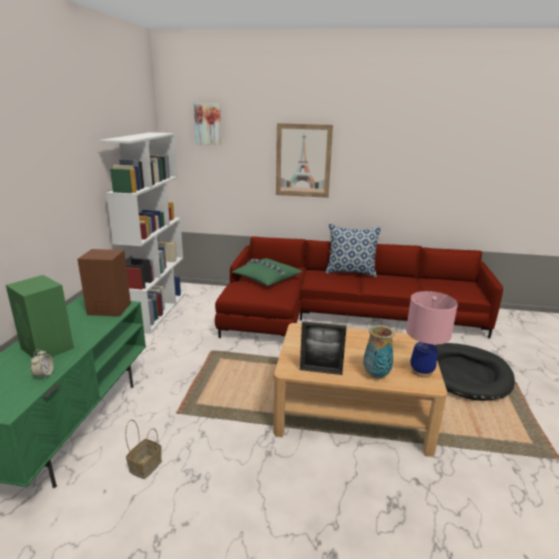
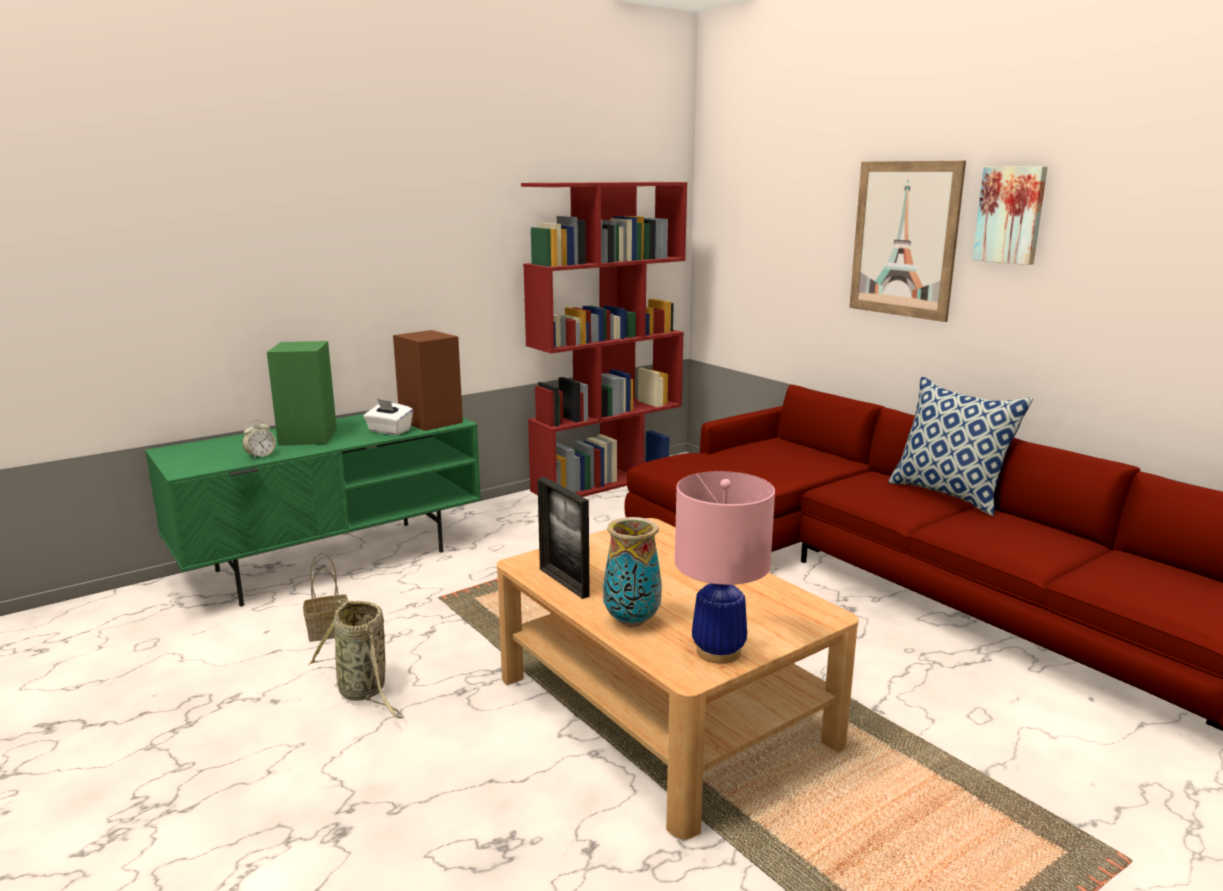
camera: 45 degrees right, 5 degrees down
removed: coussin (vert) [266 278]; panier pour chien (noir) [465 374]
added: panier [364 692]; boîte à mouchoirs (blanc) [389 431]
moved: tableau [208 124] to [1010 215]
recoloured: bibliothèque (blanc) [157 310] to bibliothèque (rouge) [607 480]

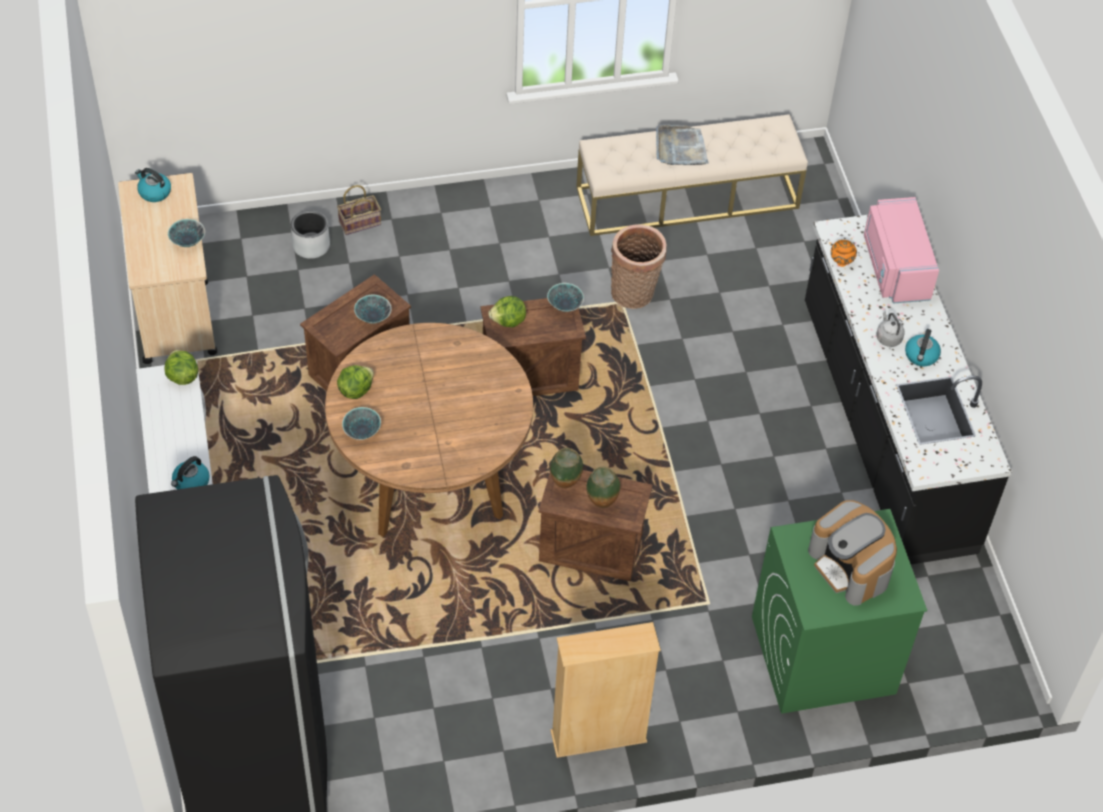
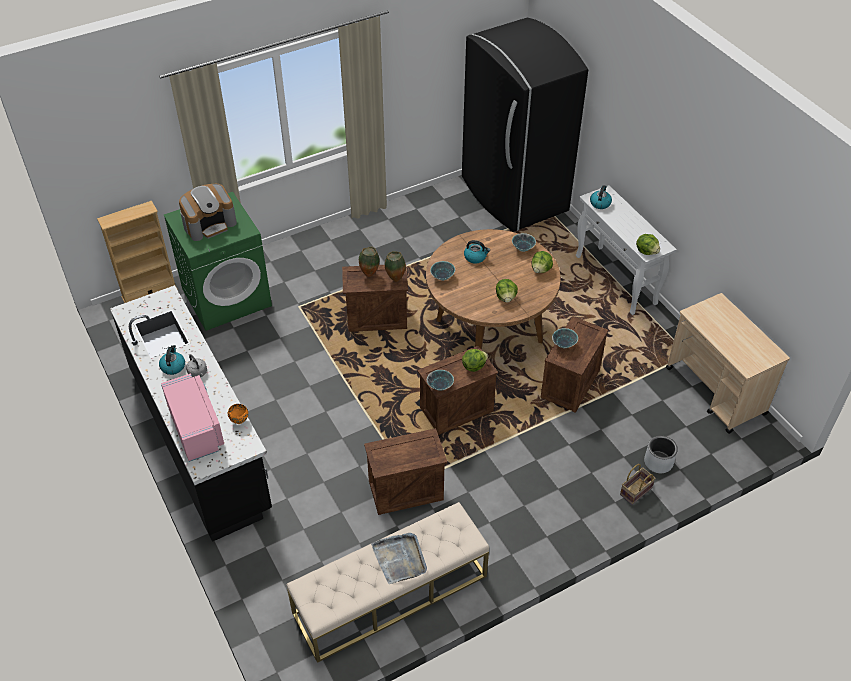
camera: 165 degrees right, 5 degrees down
added: laitue [506 297]
moved: bouilloire [154 192] to [475 257]; bol [187 242] to [442 277]; bibliothèque (beige) [598 737] to [149 293]
replaced: panier [634 294] to caisse [405 491]
turned: machine à café [850 567] = [209 224] 105 degrees clockwise

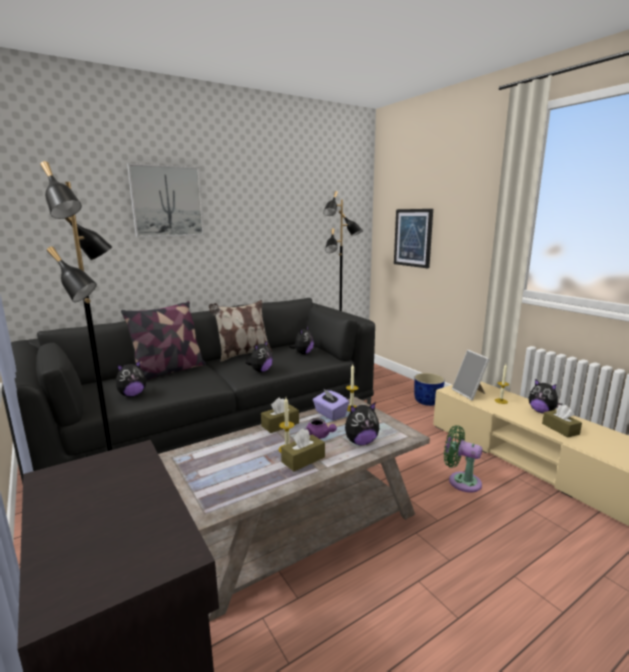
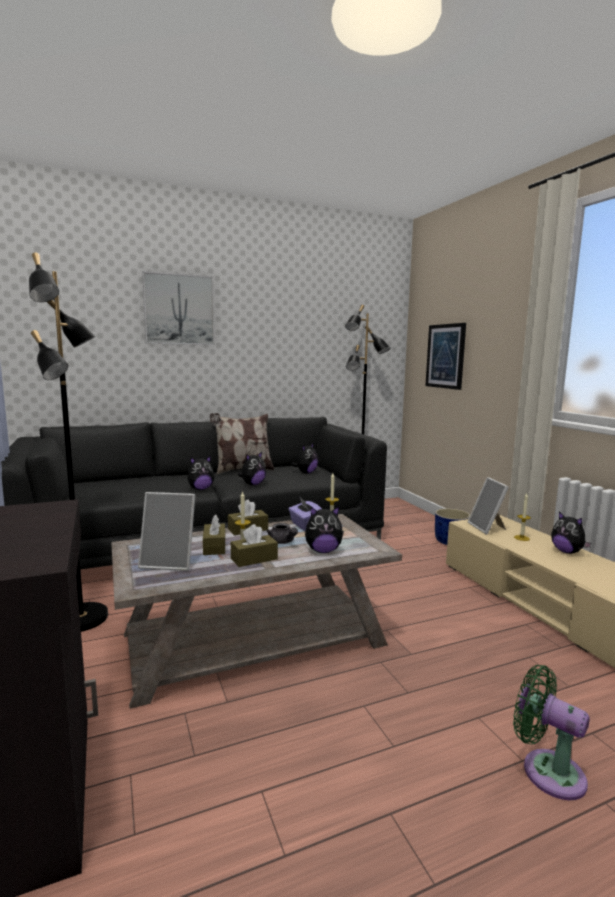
camera: 10 degrees right, 5 degrees down
removed: coussin [169 371]
added: cadre photo [170 562]
moved: peluche [132 395] to [200 489]; ventilateur (vert) [461 481] to [547 770]; boîte à mouchoirs (marron) [560 429] to [214 546]
recoloured: théière (violet) [319 436] to théière (gris) [282 542]

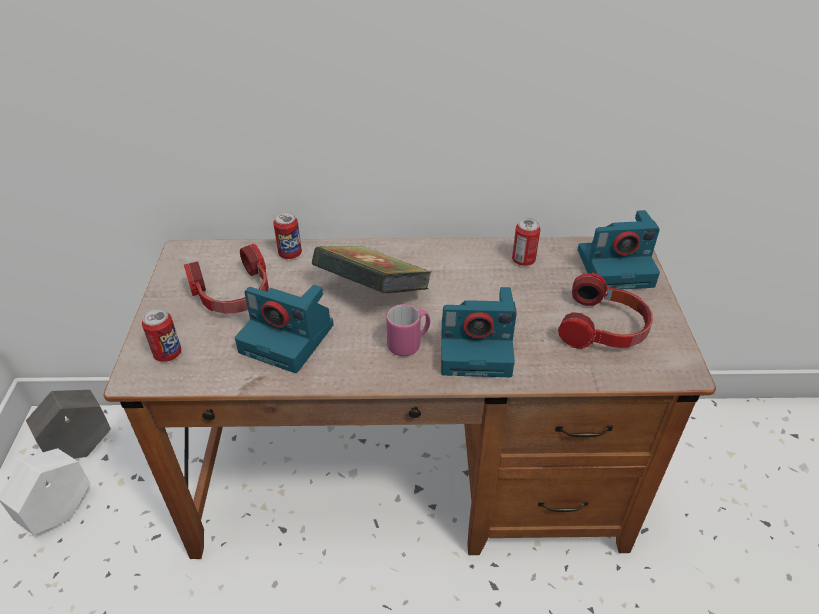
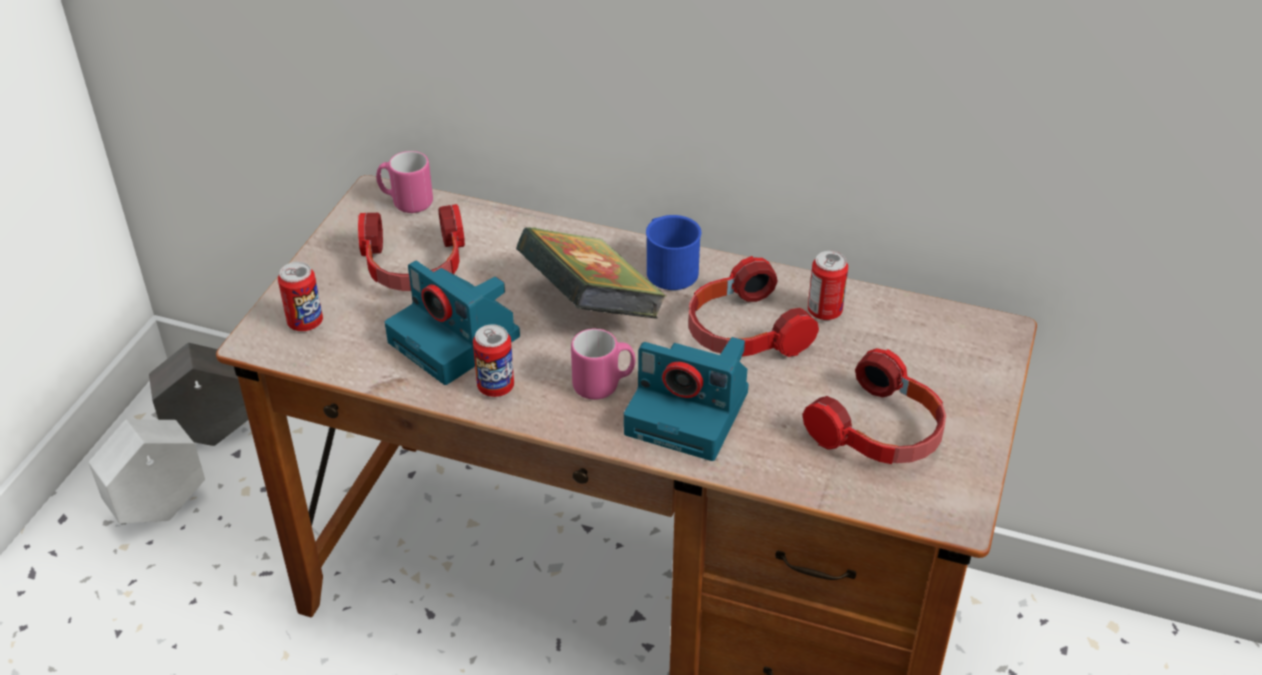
camera: 20 degrees right, 0 degrees up
removed: appareil photo [616 267]
added: mug (rose) [406 202]; mug (bleu) [668 268]; casque audio [743 332]
moved: boîte métallique [290 254] to [495 387]

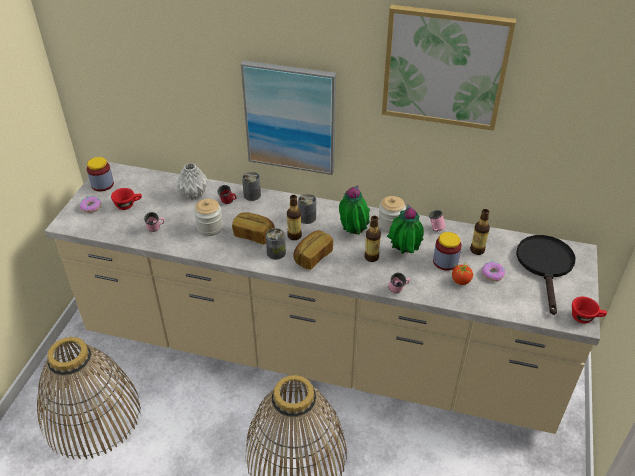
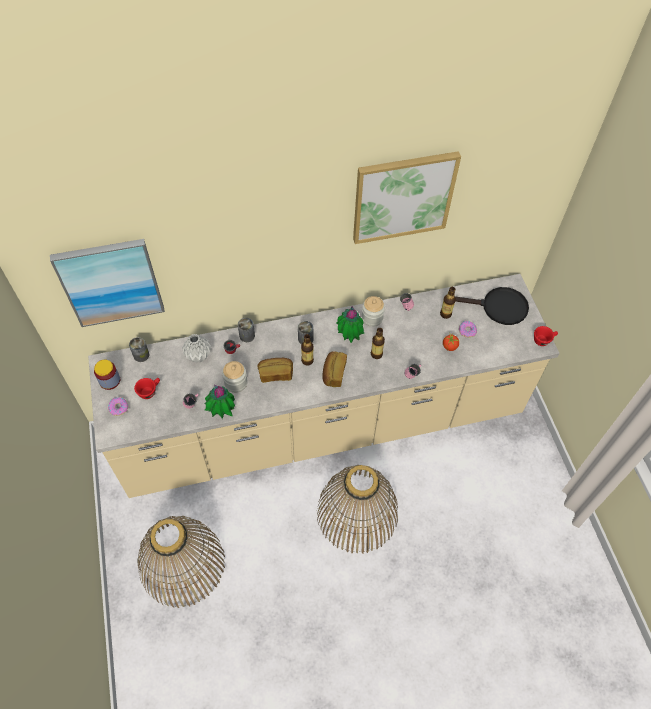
camera: 30 degrees left, 15 degrees up
removed: bocal [445 262]
moved: tableau [290 117] to [110 282]; boîte métallique [276 253] to [141 355]; plante en pot [403 253] to [222 414]
turned: poêle (noir) [545 266] = [497 307] 120 degrees clockwise

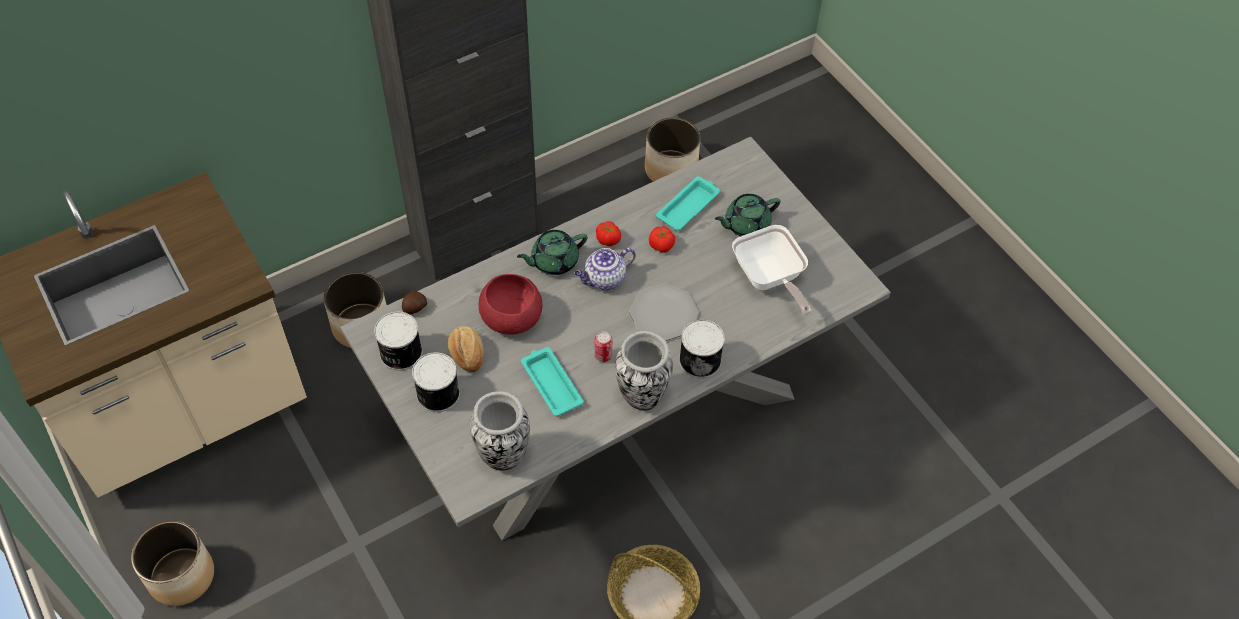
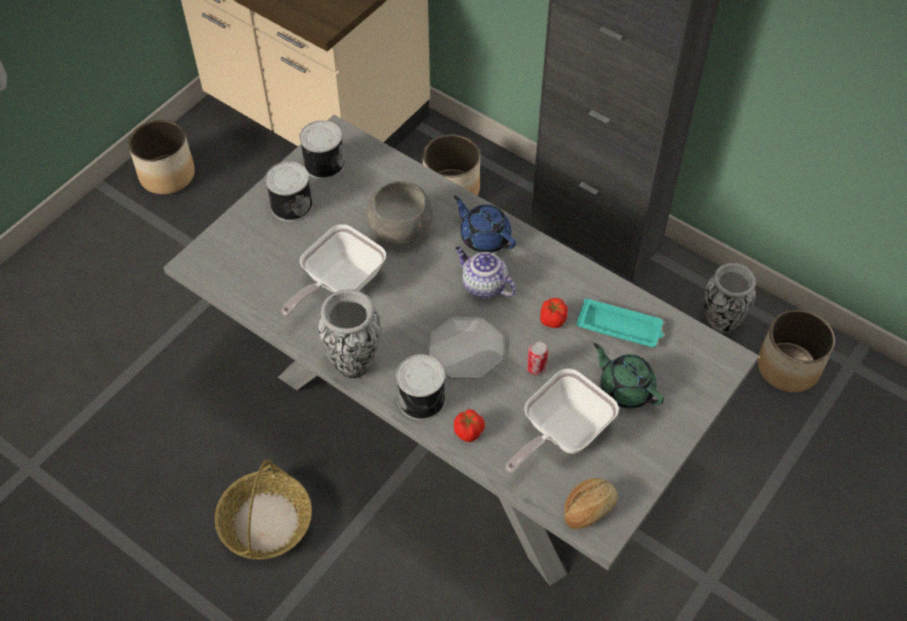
camera: 70 degrees right, 0 degrees up
removed: pomme de terre [414 308]
moved: pain [466 354] to [588 508]; vase [503 457] to [720 322]; boîte métallique [603 356] to [536 368]; tomate [608 240] to [469 431]
replaced: plateau (turquoise) [551 383] to poêle [338 284]
recoloured: bol (rouge) [512 317] to bol (gris) [401 229]; théière (vert) [553 261] to théière (bleu) [484 237]

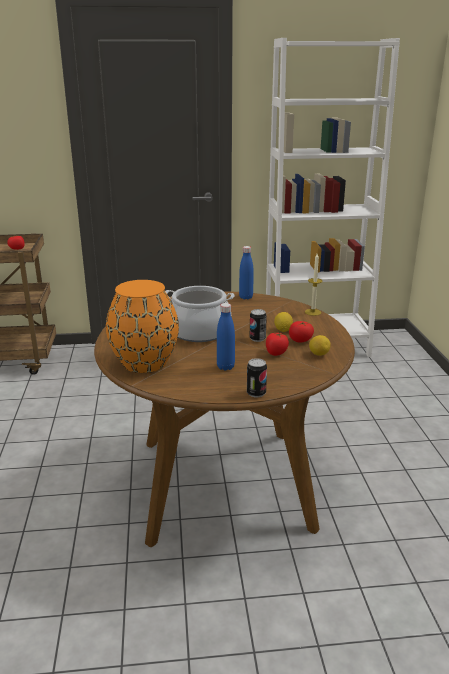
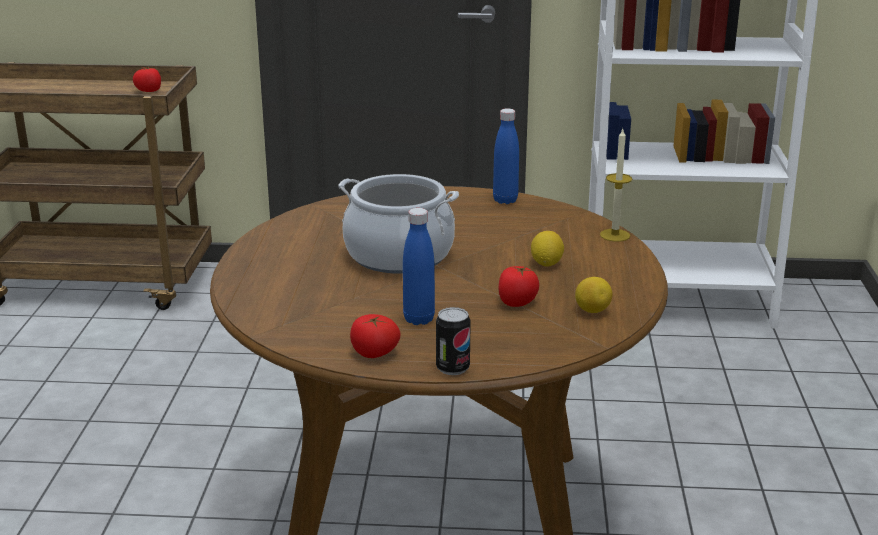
camera: 10 degrees right, 0 degrees up
removed: vase (orange) [145 363]; boîte métallique [257 339]
moved: tomate [300 340] to [374 353]

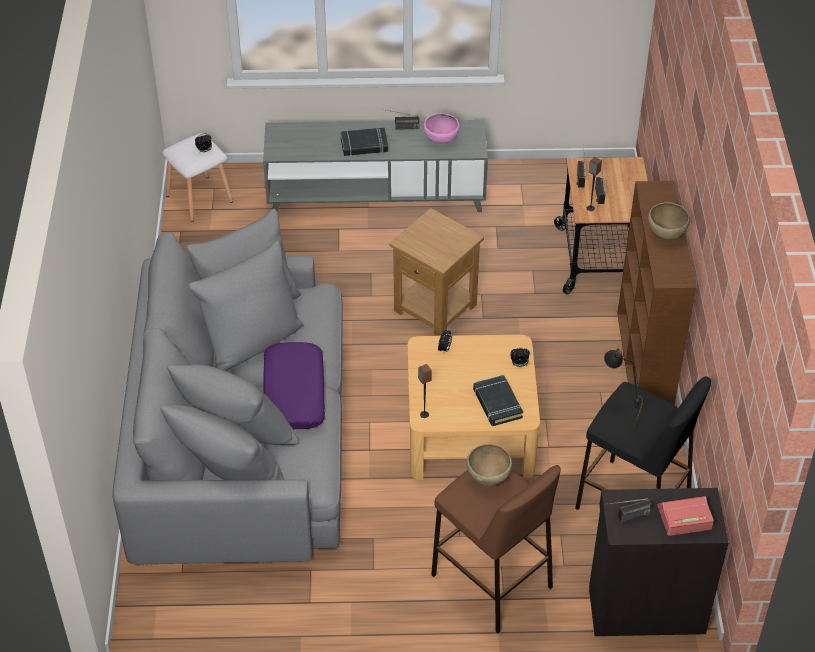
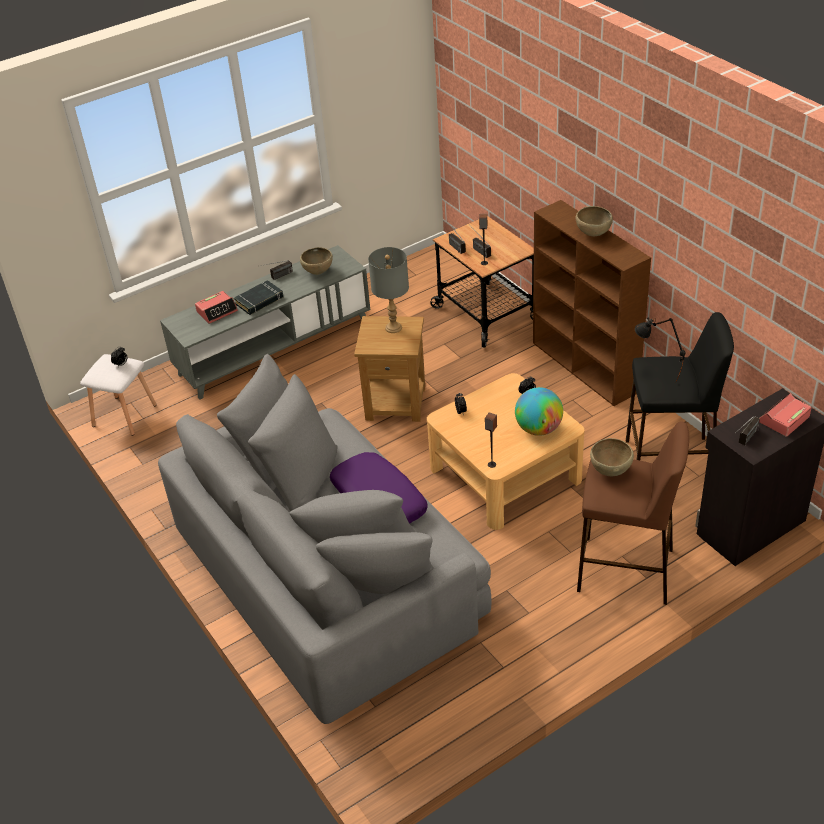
camera: 30 degrees left, 5 degrees down
added: réveil [217 311]; lampe de table (gris) [393 328]
replaced: livre (noir) [497 403] to globe [538 429]
recoloured: bol (rose) [441 140] to bol (marron) [318 272]

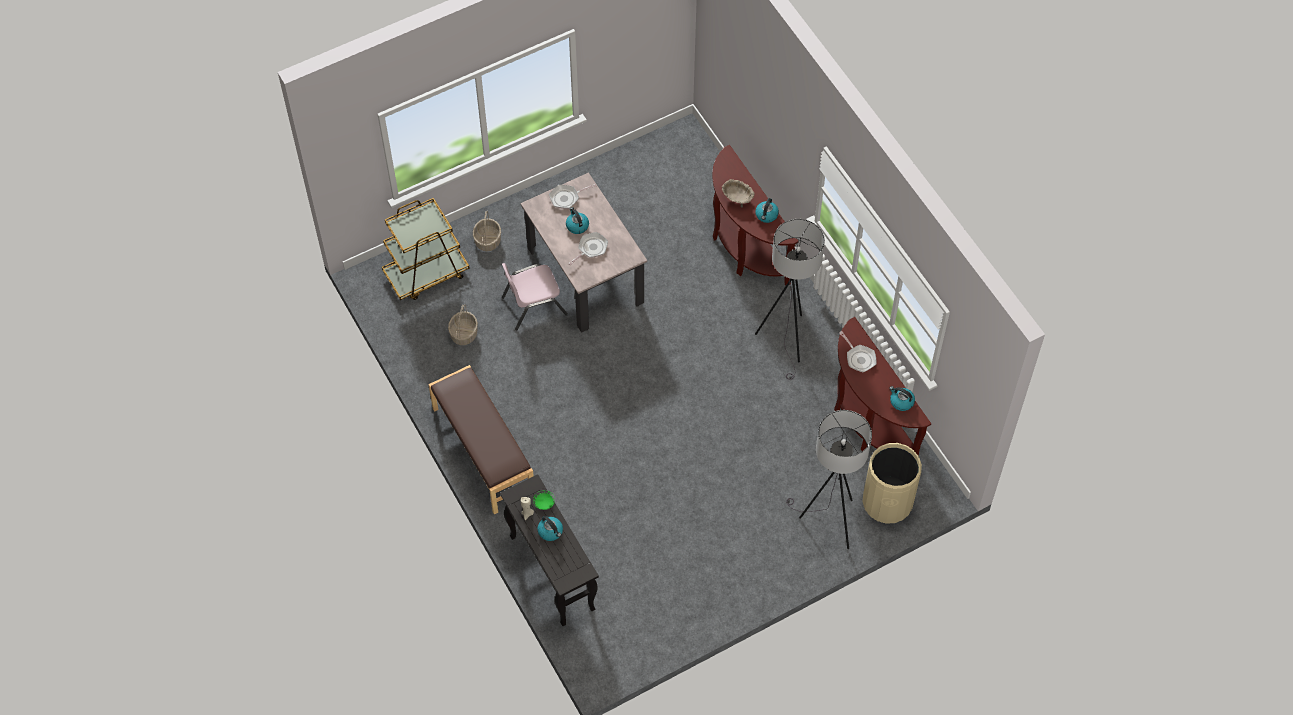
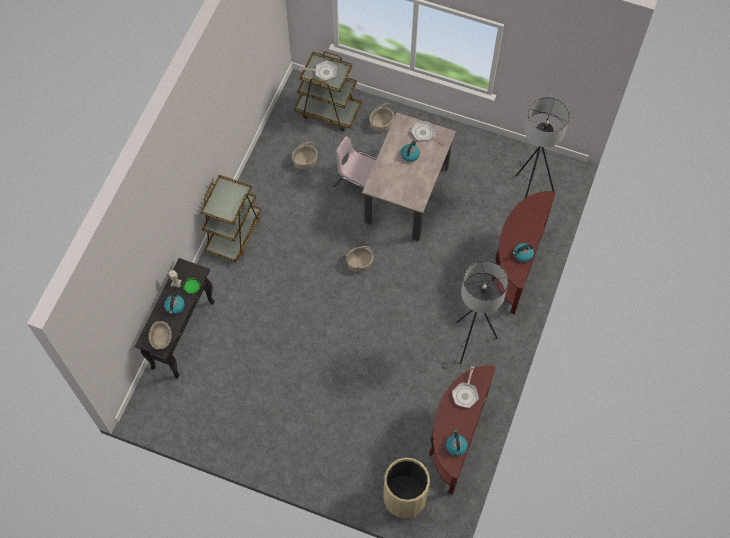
camera: 50 degrees right, 5 degrees up
added: panier [359 263]
moved: poêle [591 249] to [323 72]; bol (beige) [737 198] to [161 339]; lampadaire (gris) [828 522] to [528 191]
replaced: banc (marron) [482 451] to chariot (marron) [234 233]

